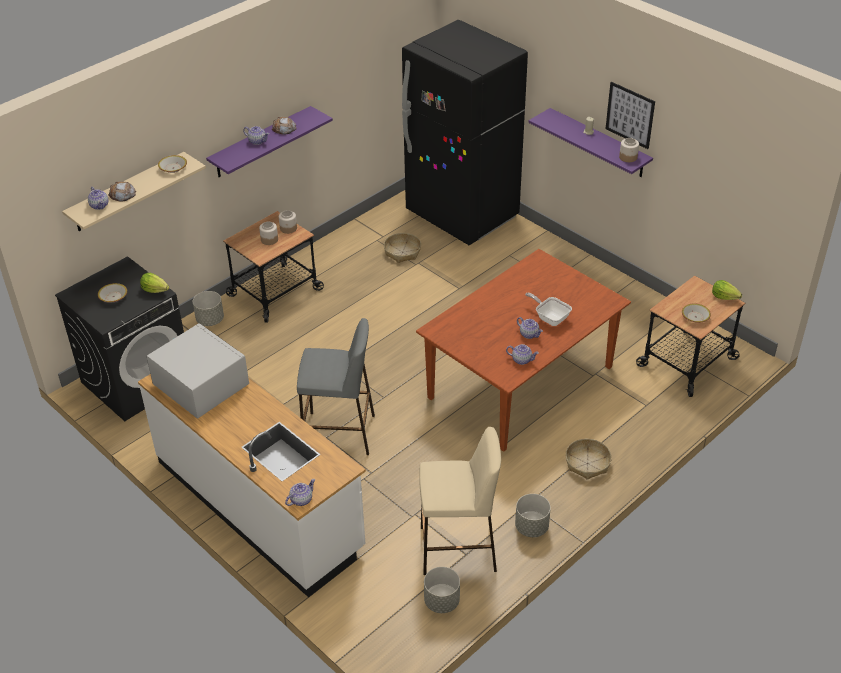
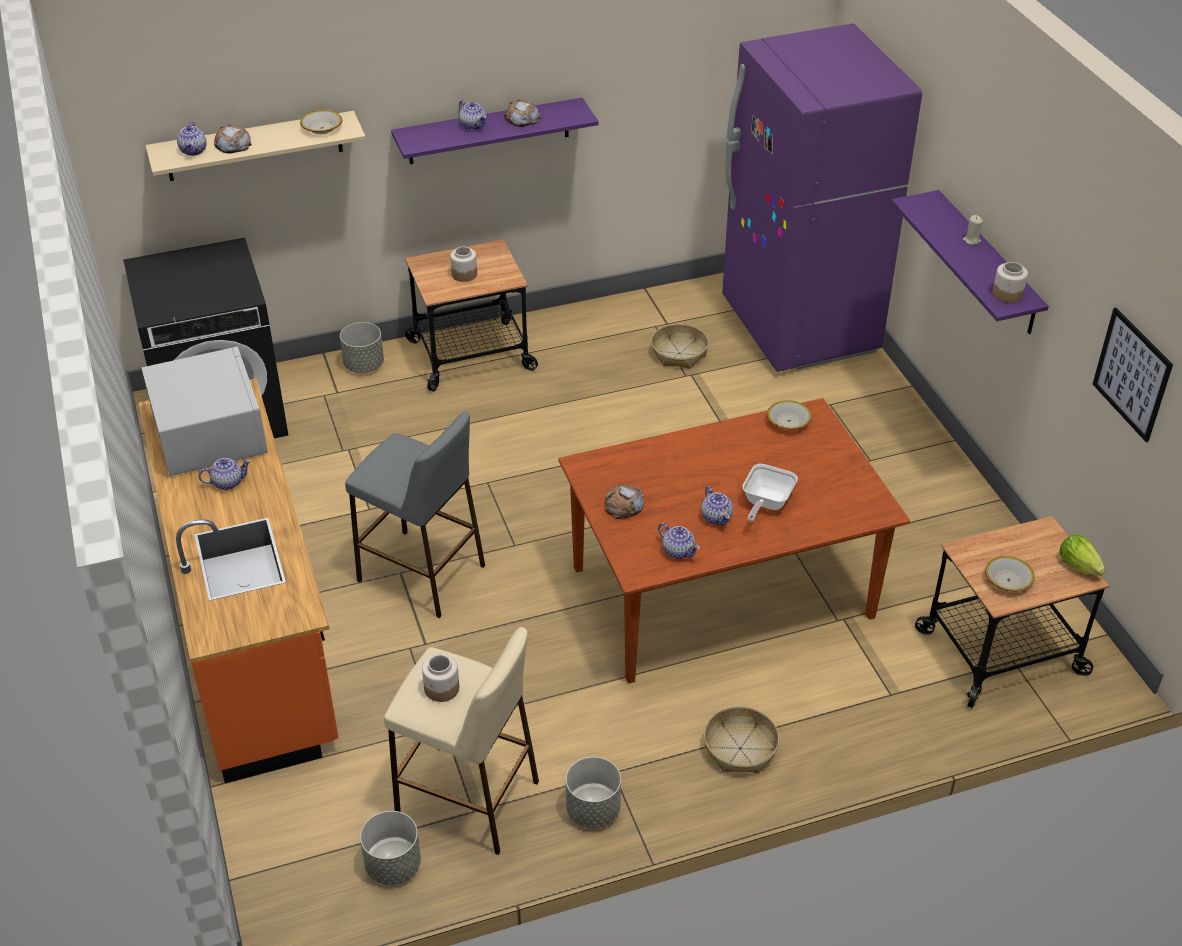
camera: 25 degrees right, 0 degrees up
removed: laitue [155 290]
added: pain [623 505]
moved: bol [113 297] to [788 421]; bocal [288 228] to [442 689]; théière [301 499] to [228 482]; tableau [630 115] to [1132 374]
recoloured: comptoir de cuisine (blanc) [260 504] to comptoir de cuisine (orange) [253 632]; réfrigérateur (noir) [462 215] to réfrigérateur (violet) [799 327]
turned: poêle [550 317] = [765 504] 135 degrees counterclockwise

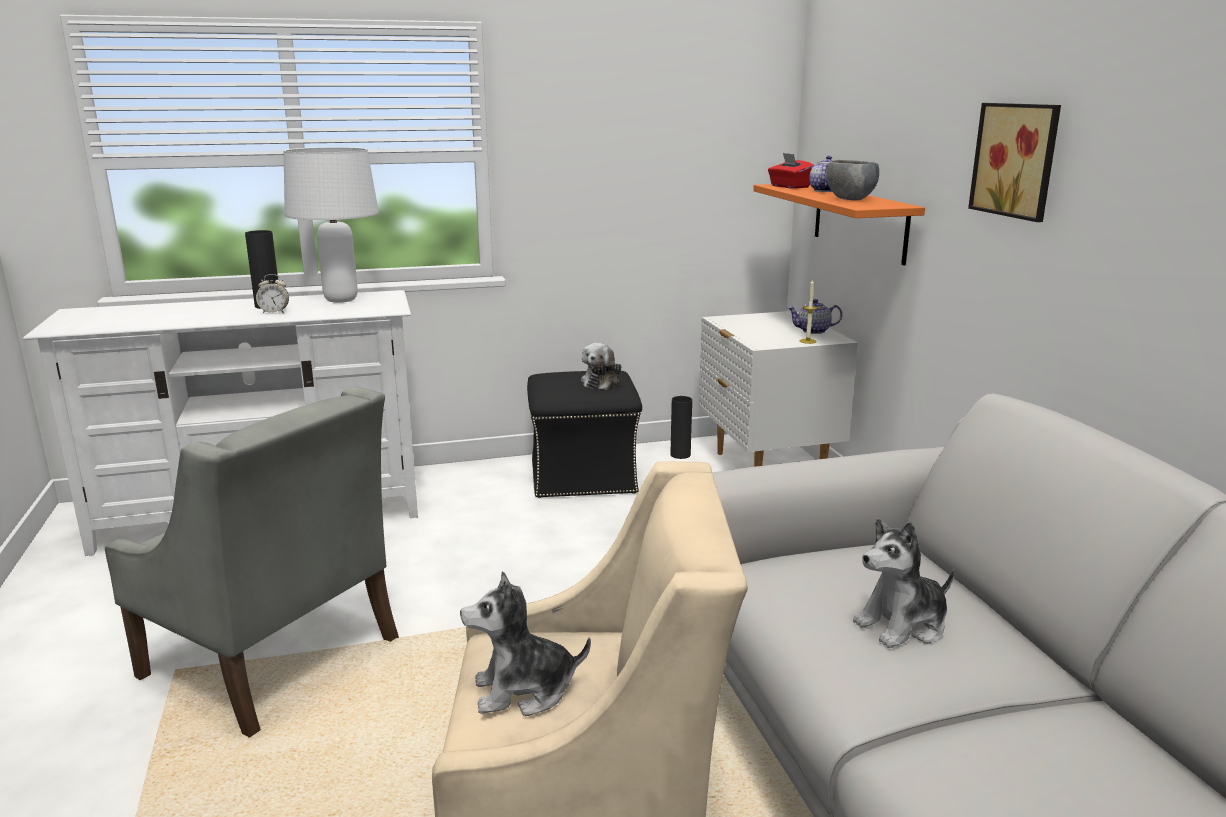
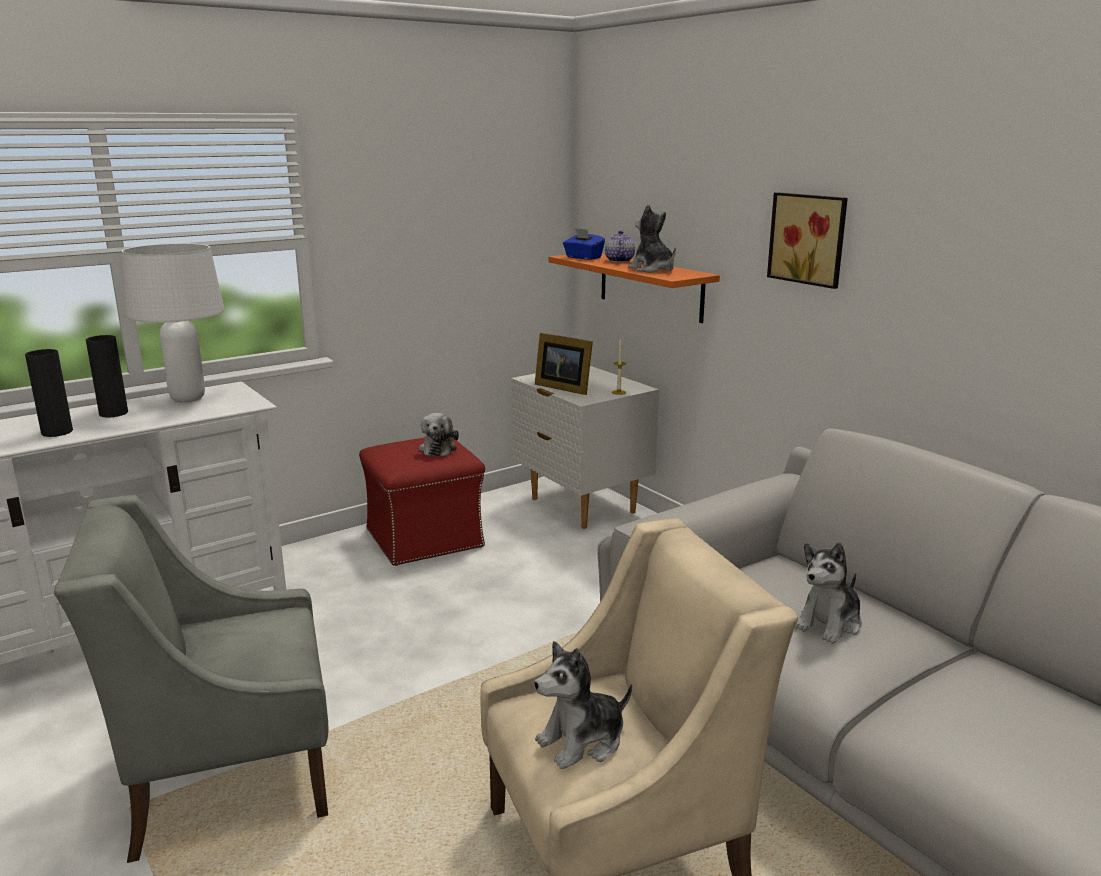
camera: 20 degrees left, 0 degrees up
removed: réveil [274 312]; théière [813 331]
added: cadre photo [563 387]
moved: vase (noir) [680 455] to [57 432]
replaced: bol (gris) [850 199] to peluche [652 269]
recoloured: pouf (noir) [584 476] to pouf (rouge) [425 538]; boîte à mouchoirs (rouge) [789 187] to boîte à mouchoirs (bleu) [583 257]
turned: fauteuil (gris) [272 658] = [227 772] 150 degrees clockwise

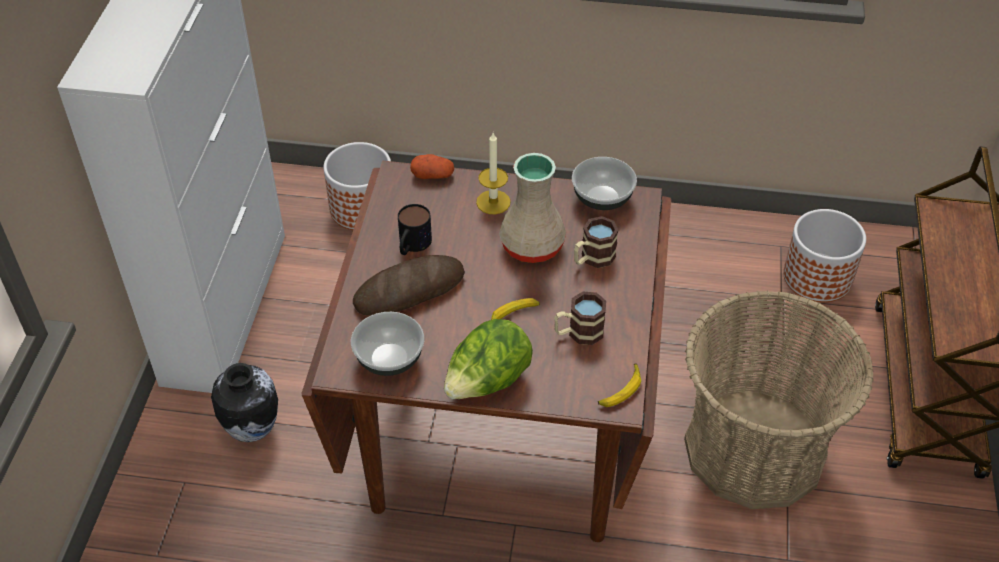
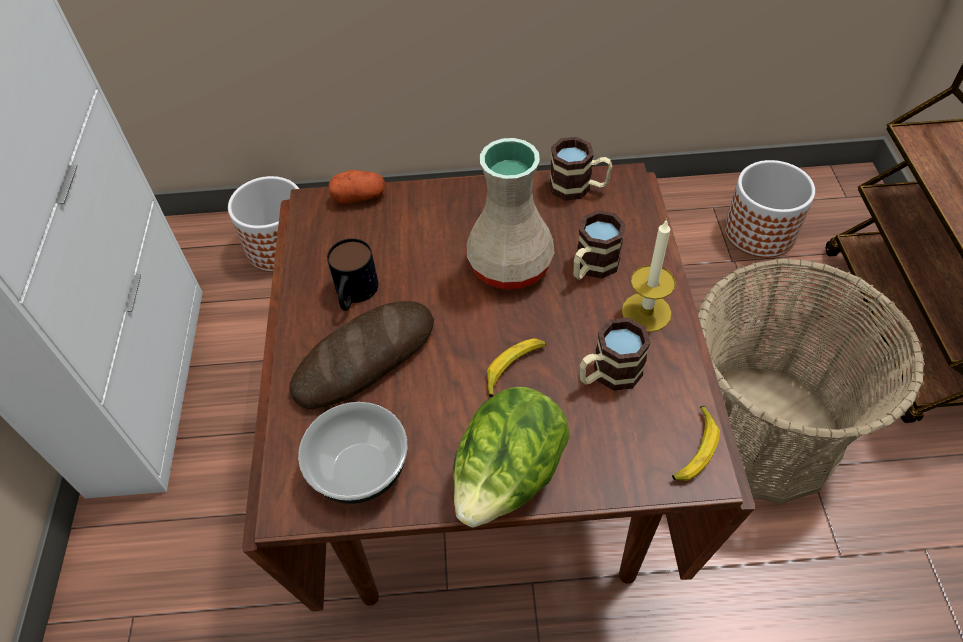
camera: 10 degrees left, 5 degrees up
removed: vase [252 430]
moved: bougie [493 202] to [646 312]
replaced: bol [603 198] to mug [578 187]

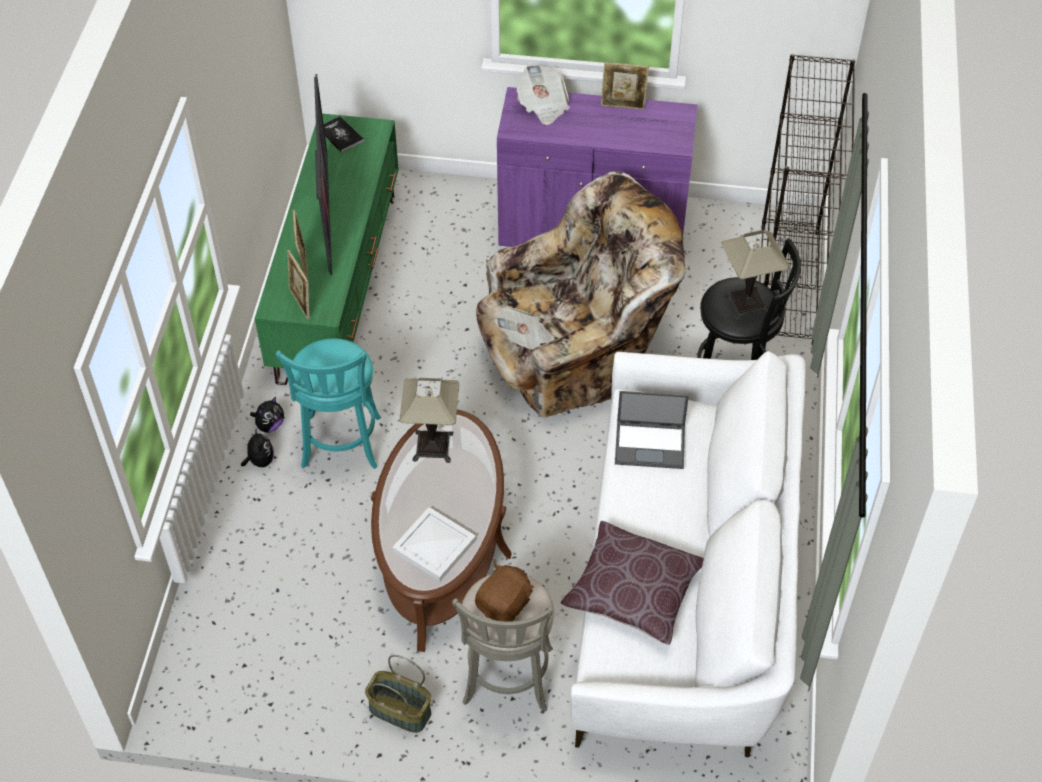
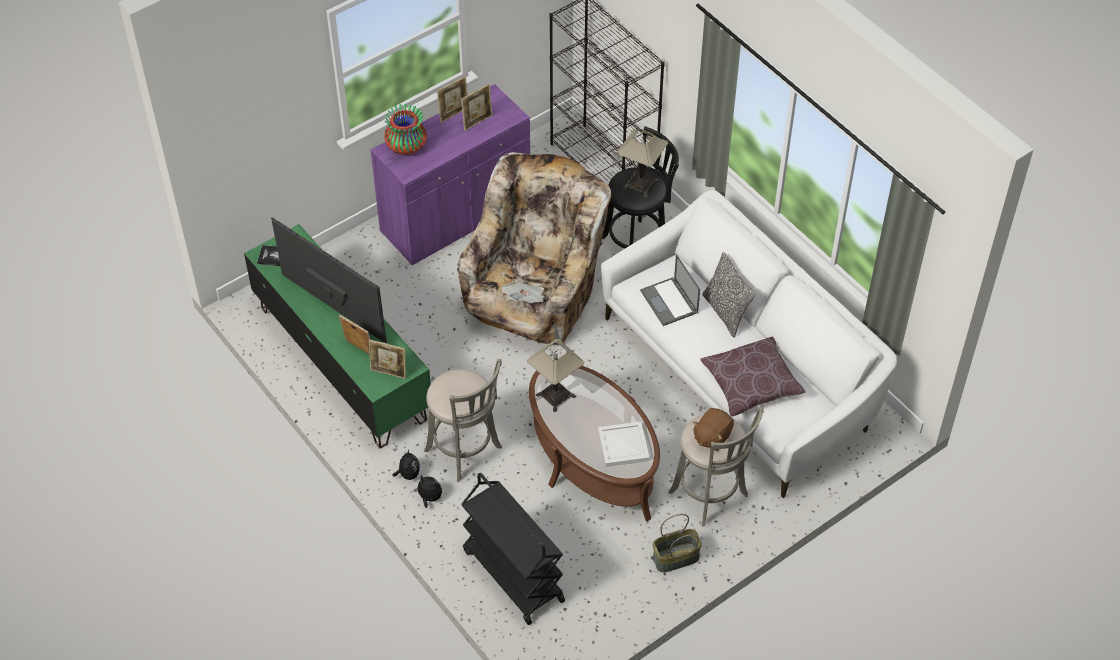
camera: 45 degrees left, 0 degrees up
added: cadre photo [477 121]; chariot (noir) [512 575]; coussin [725 312]
replaced: journal [542 106] to vase [406 146]
recoloured: tabouret (turquoise) [341 446] to tabouret (gris) [465 451]
turned: peluche (marron) [504 604] = [712 436] 135 degrees counterclockwise; ordinateur portable [651 444] = [669 302] 105 degrees clockwise

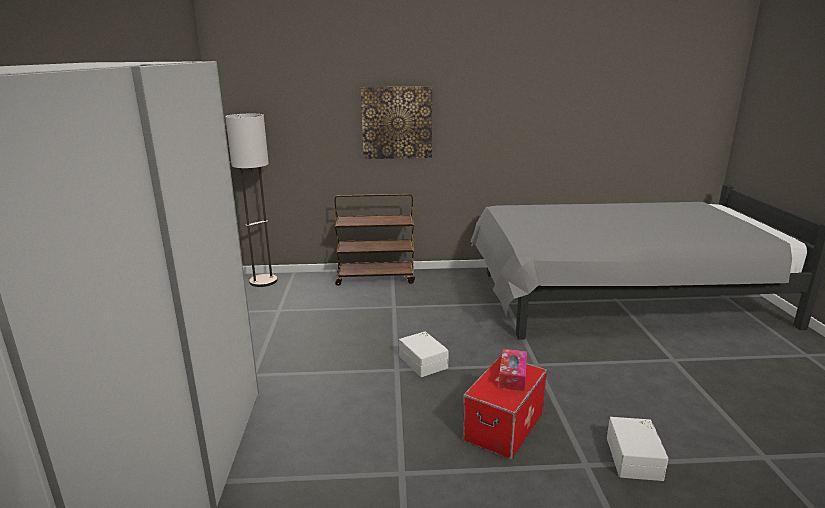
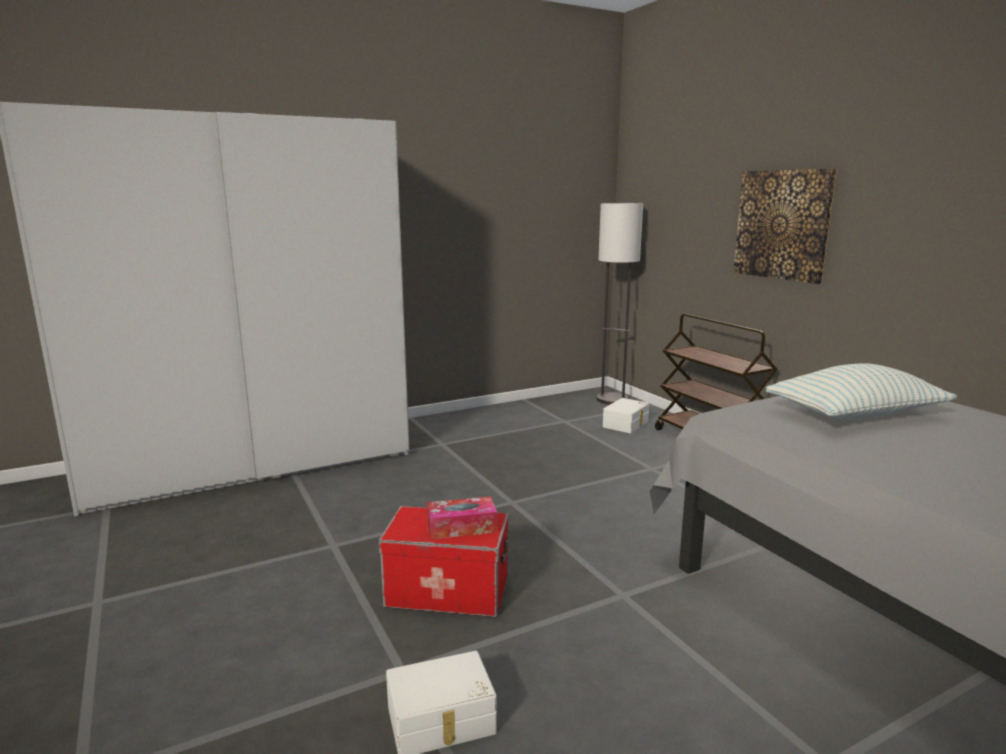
camera: 65 degrees right, 5 degrees down
added: coussin [855 415]
moved: boîte de rangement (blanc) [424 361] to [626 424]

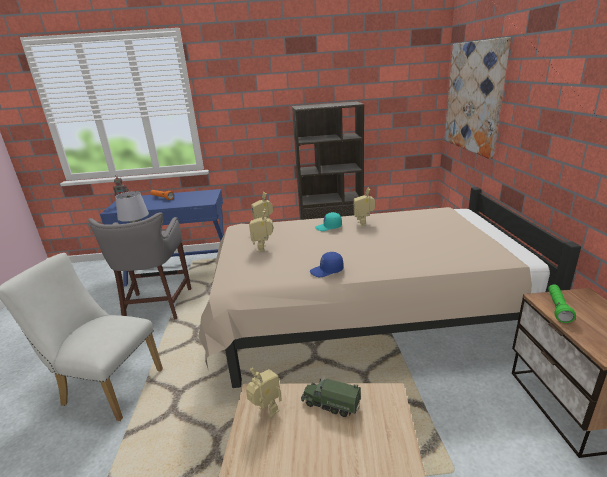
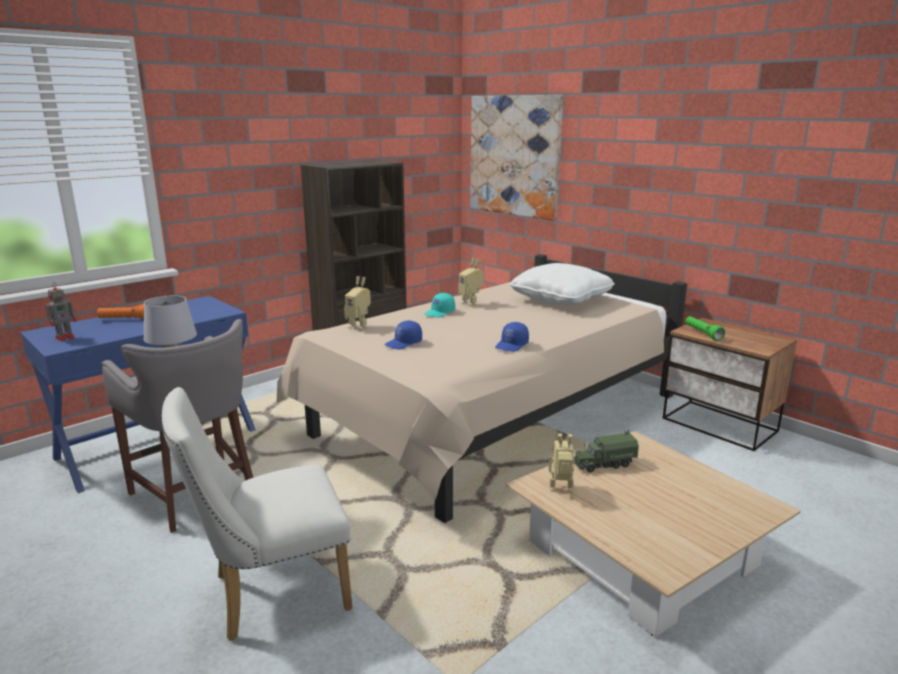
camera: 40 degrees left, 5 degrees down
added: coussin (blanc) [560 300]
replaced: robot jouet [263 248] to casquette (bleu) [404 343]

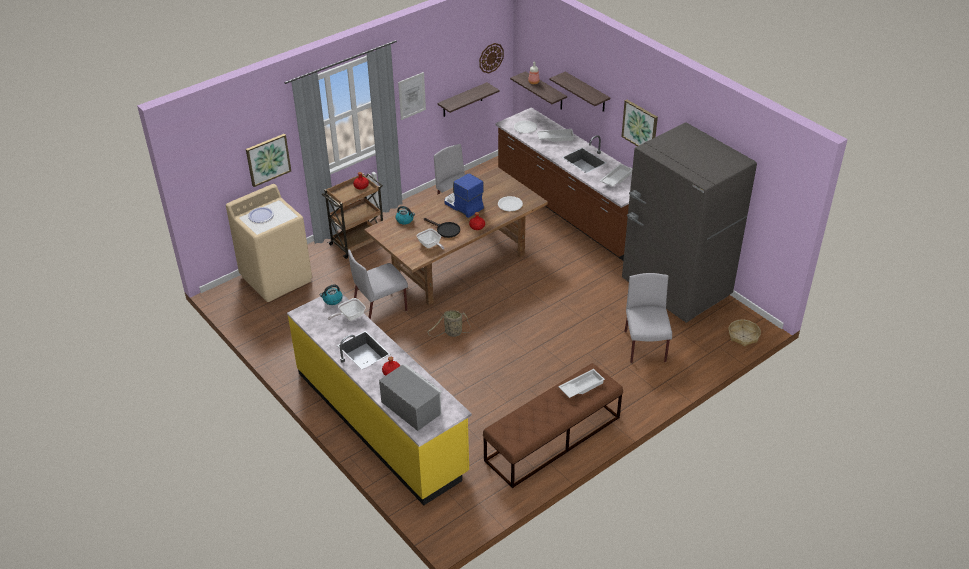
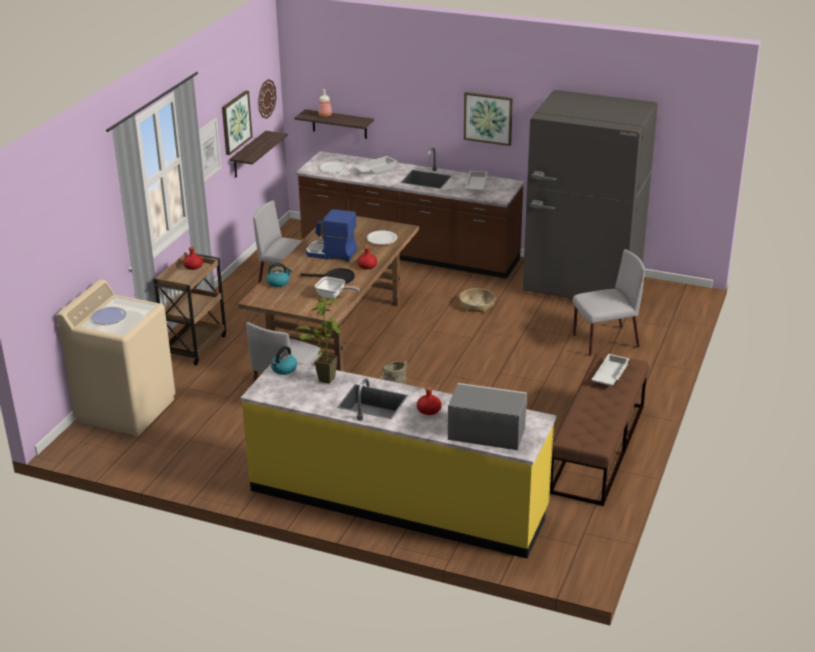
camera: 30 degrees left, 10 degrees down
removed: étagère [586 92]
moved: tableau [268 159] to [235 122]; panier [743 336] to [477 305]
replaced: poêle [350 316] to plante en pot [322 377]
turned: chaise (gris) [645 347] = [604 341] 105 degrees clockwise

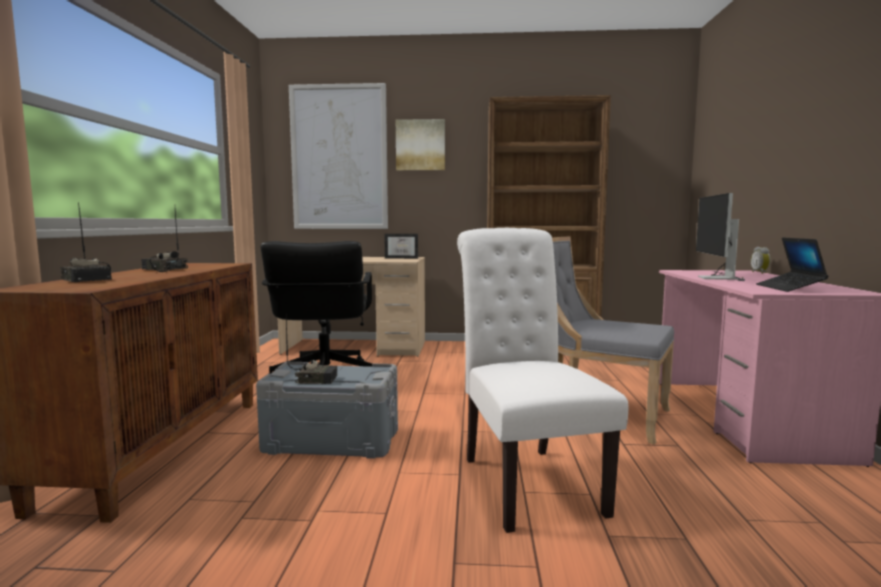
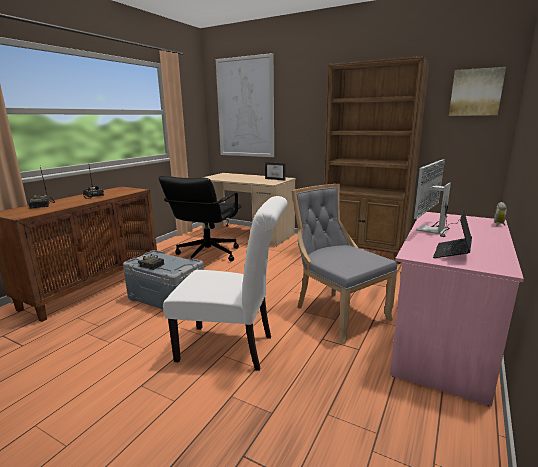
camera: 25 degrees right, 10 degrees up
moved: tableau [420 145] to [476 92]
turned: chaise (blanc) [525 480] = [232 348] 90 degrees clockwise

